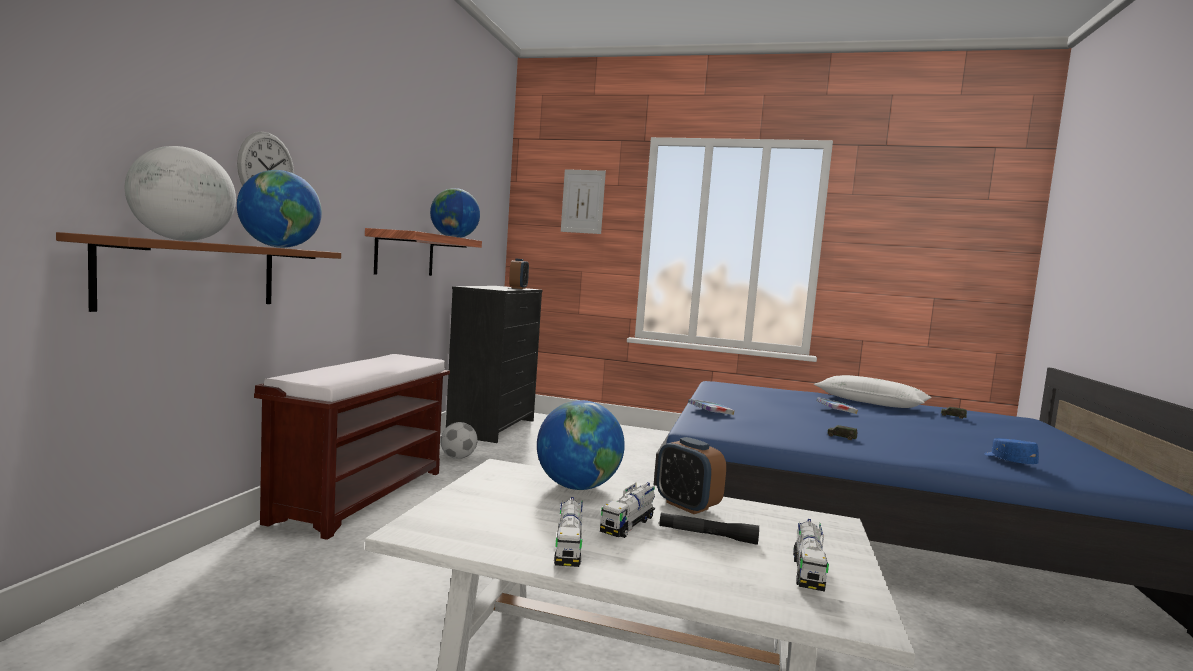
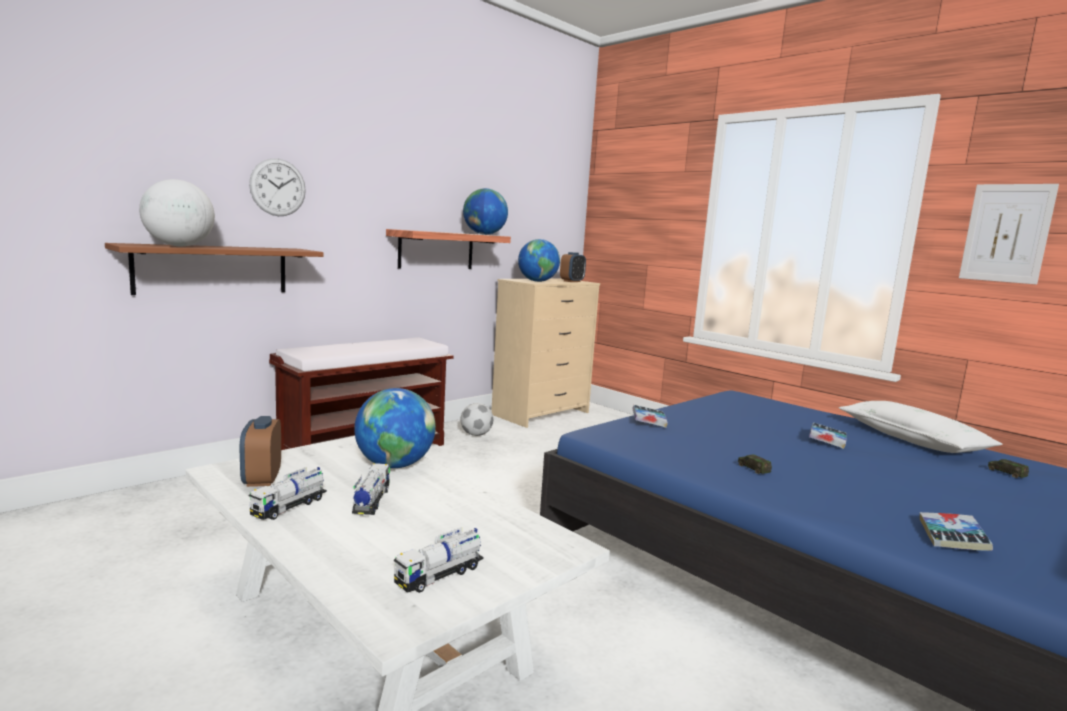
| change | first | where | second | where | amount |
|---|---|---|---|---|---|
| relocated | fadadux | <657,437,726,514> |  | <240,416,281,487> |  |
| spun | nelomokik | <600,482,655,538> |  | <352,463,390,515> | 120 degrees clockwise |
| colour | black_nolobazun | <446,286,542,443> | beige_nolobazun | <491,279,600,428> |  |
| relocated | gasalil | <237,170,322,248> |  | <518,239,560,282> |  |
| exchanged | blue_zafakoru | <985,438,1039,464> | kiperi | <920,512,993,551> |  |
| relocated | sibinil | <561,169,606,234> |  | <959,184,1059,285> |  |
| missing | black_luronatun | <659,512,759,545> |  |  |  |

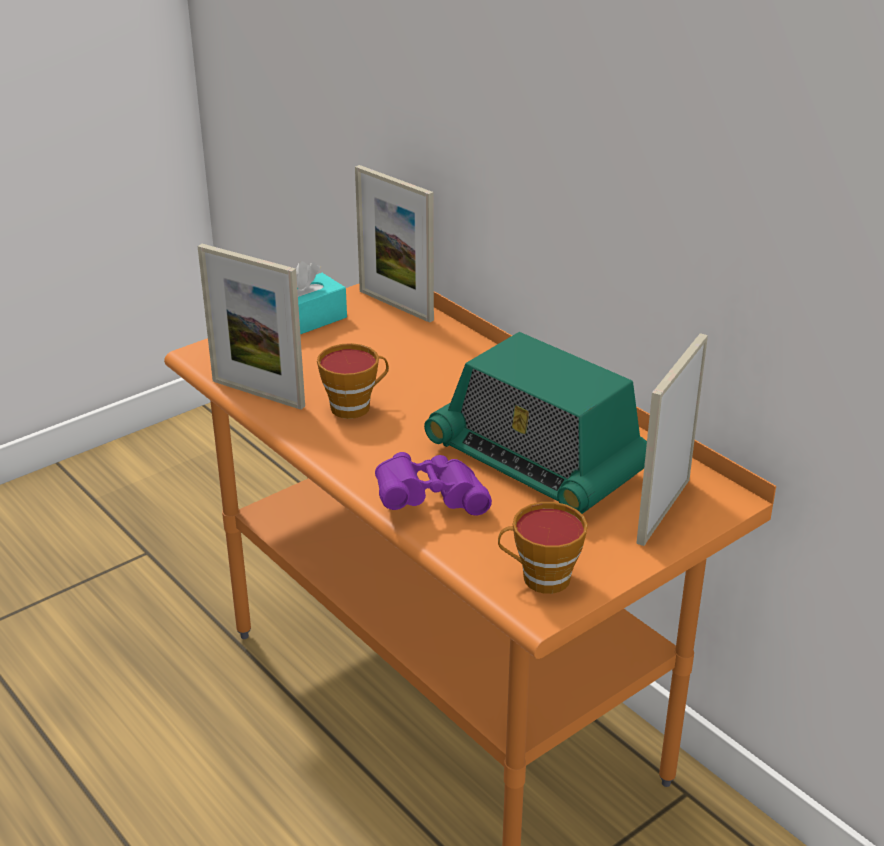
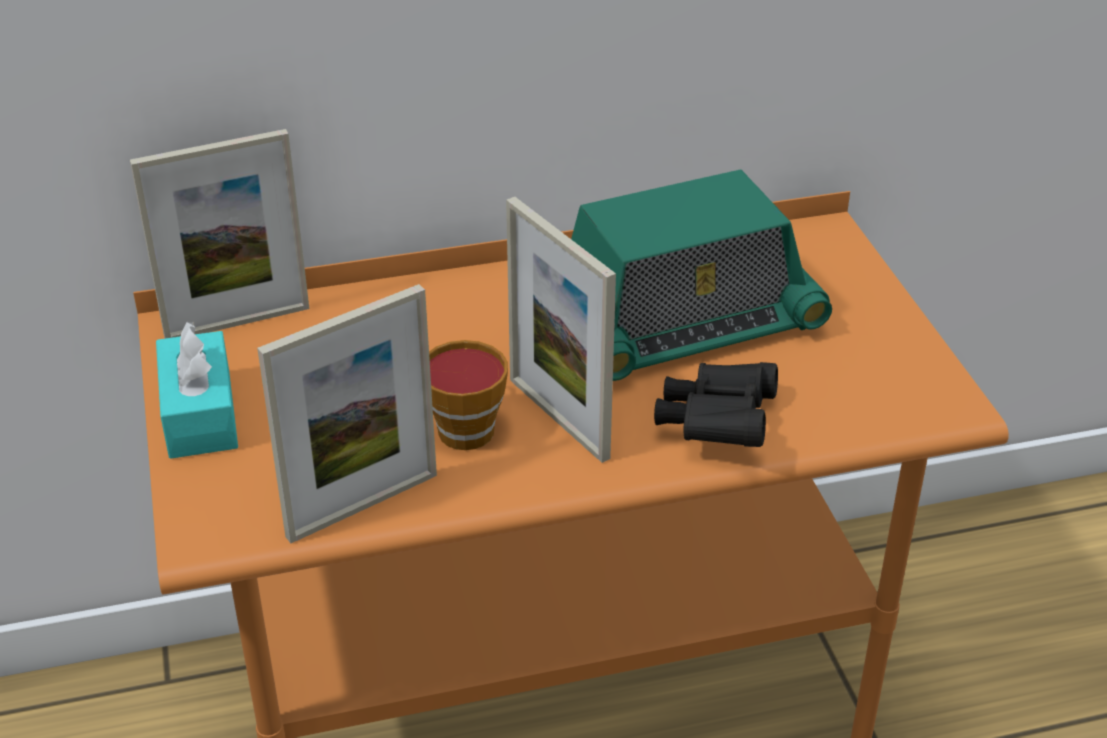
| change | first | where | second | where | amount |
|---|---|---|---|---|---|
| relocated | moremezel | <636,333,708,546> |  | <506,197,616,463> |  |
| colour | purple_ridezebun | <375,452,492,515> | black_ridezebun | <654,362,778,447> |  |
| missing | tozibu | <498,502,588,594> |  |  |  |

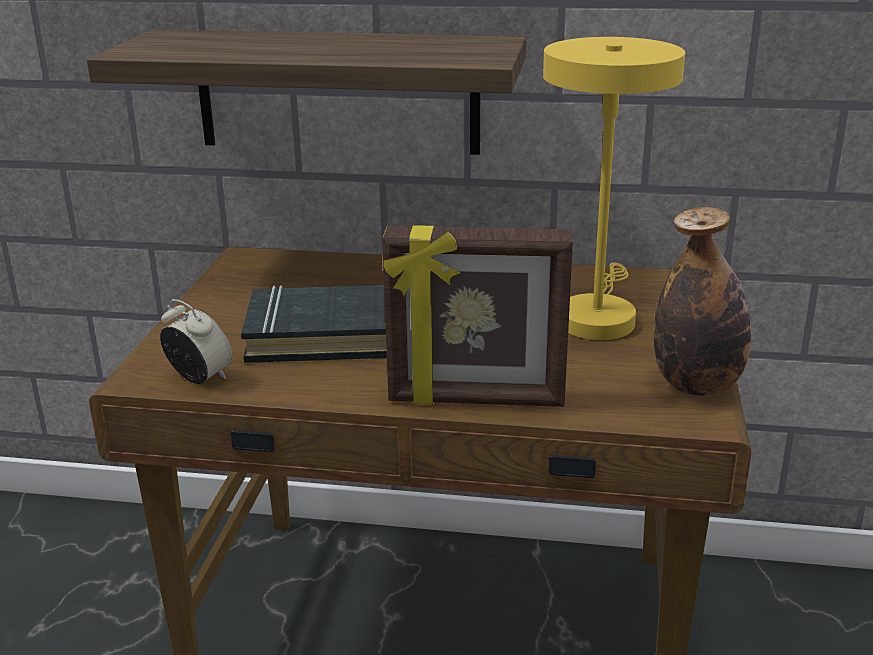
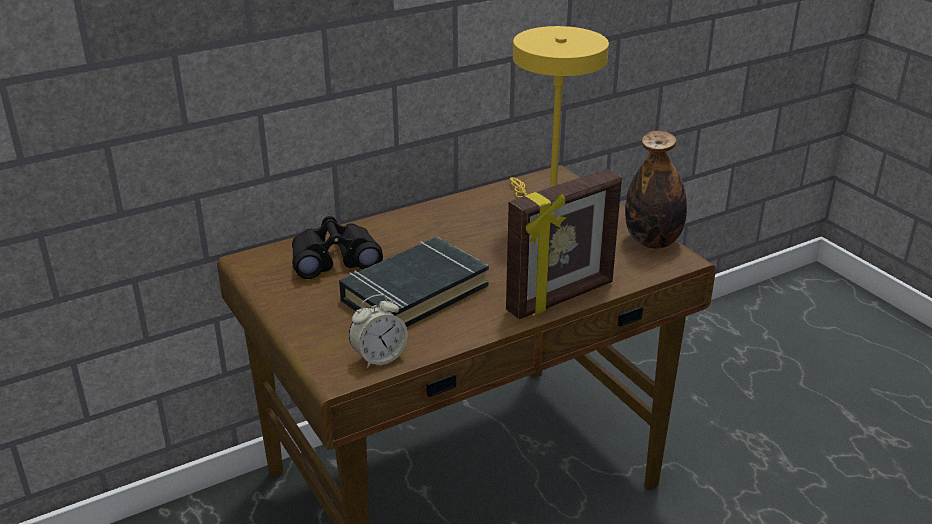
| change | first | where | second | where | amount |
|---|---|---|---|---|---|
| appeared |  |  | black_ridezebun | <292,216,383,279> |  |
| spun | fadadux | <160,299,232,384> |  | <349,294,408,369> | 150 degrees clockwise |
| missing | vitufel | <87,29,527,155> |  |  |  |

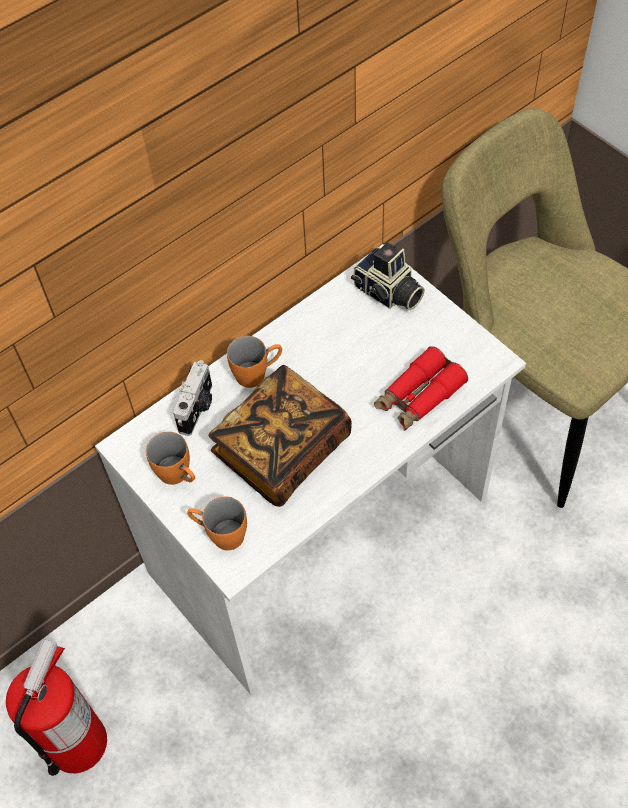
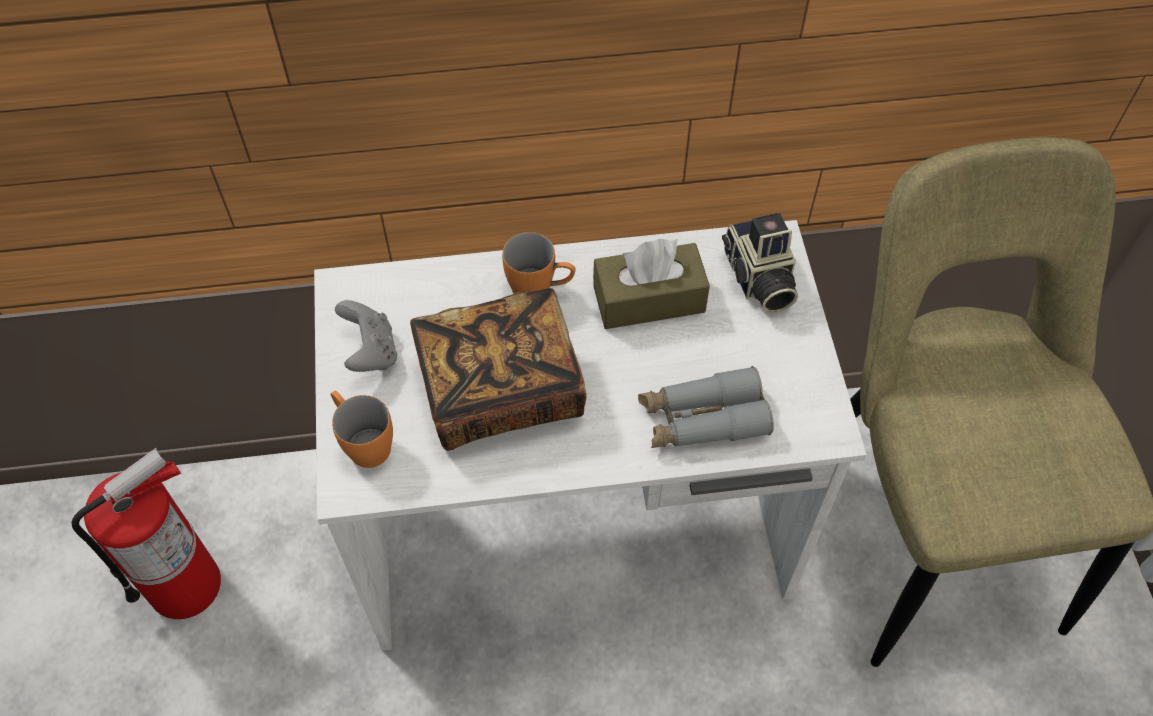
| change | first | where | second | where | amount |
|---|---|---|---|---|---|
| exchanged | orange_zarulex | <146,432,195,485> | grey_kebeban | <335,300,397,372> |  |
| appeared |  |  | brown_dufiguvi | <593,239,710,329> |  |
| colour | red_ridezebun | <374,346,468,431> | grey_ridezebun | <638,366,774,448> |  |
| missing | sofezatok | <173,360,212,436> |  |  |  |

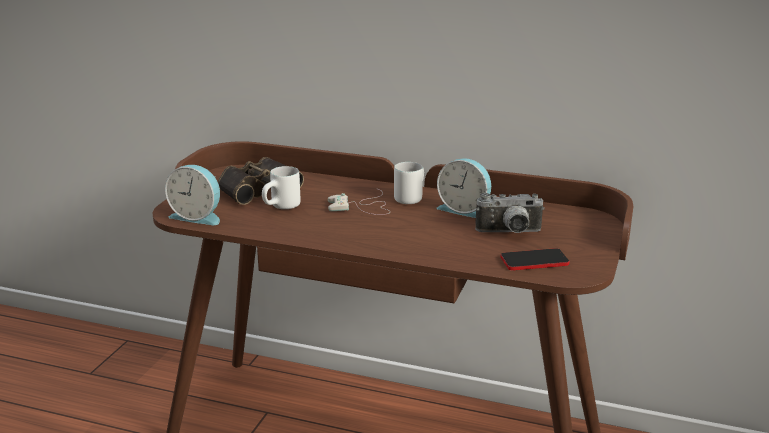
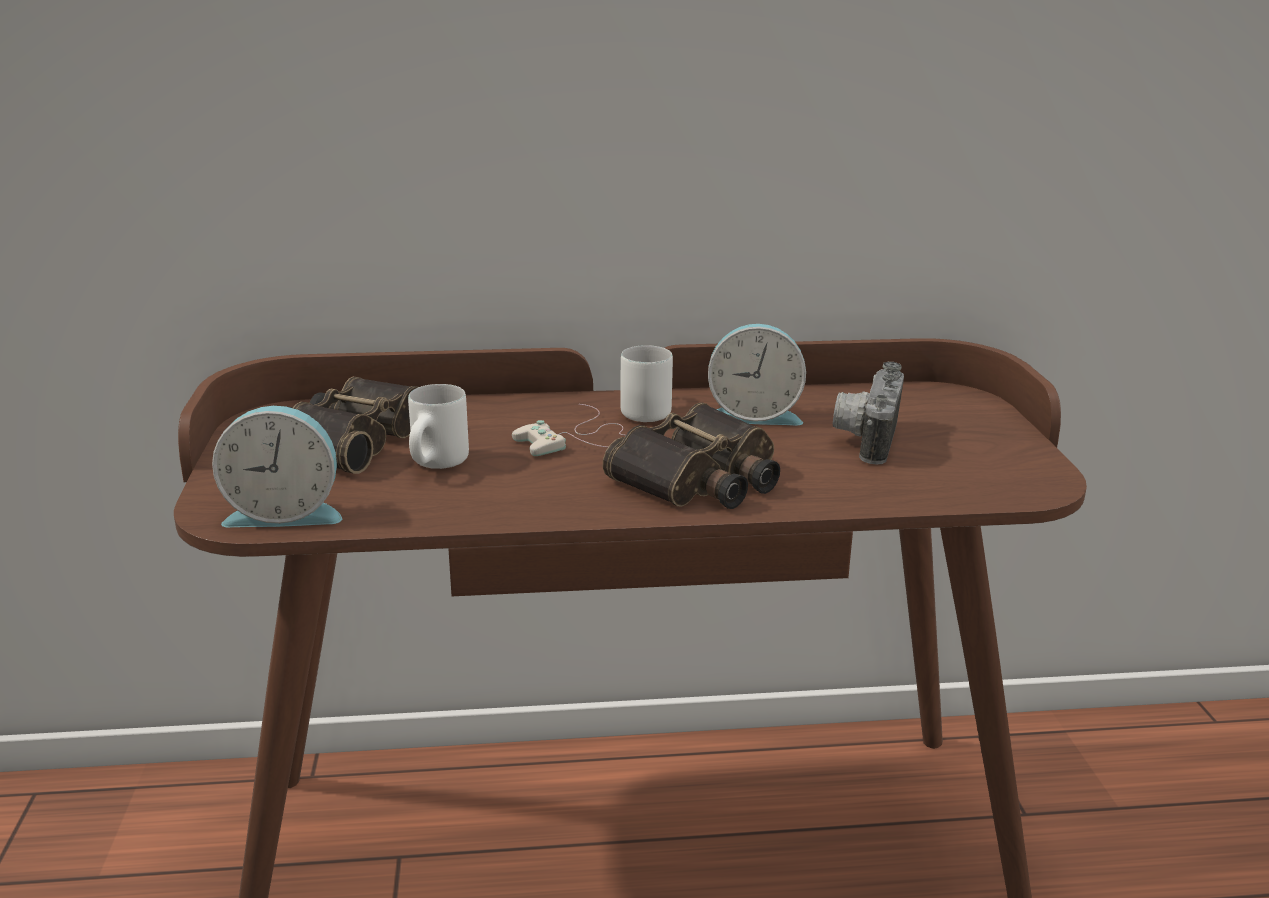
| change | first | where | second | where | amount |
|---|---|---|---|---|---|
| appeared |  |  | ridezebun | <603,402,780,509> |  |
| spun | sofezatok | <475,193,545,233> |  | <833,362,904,464> | 135 degrees clockwise |
| missing | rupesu | <501,248,569,270> |  |  |  |

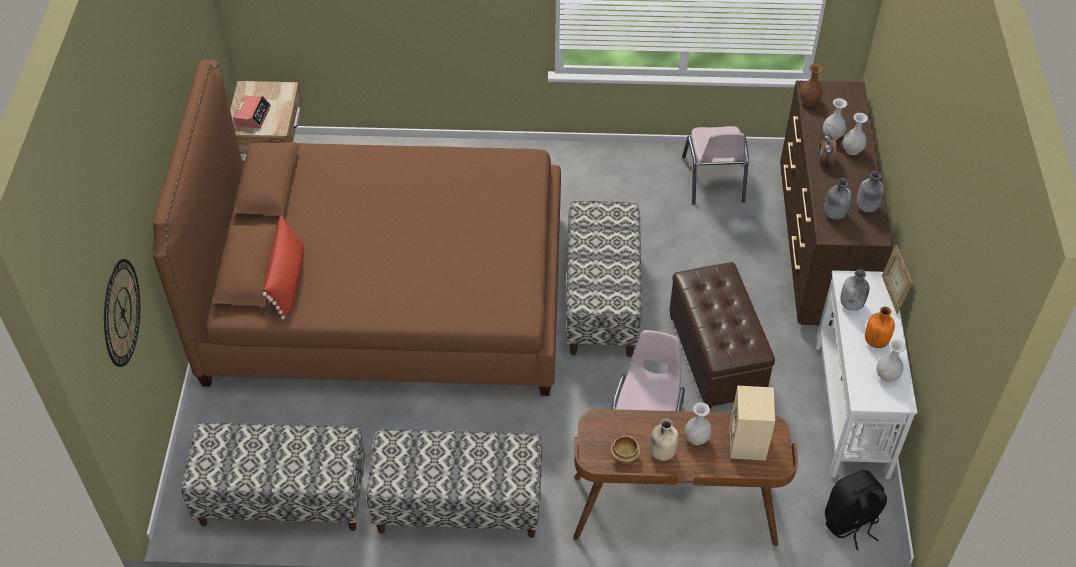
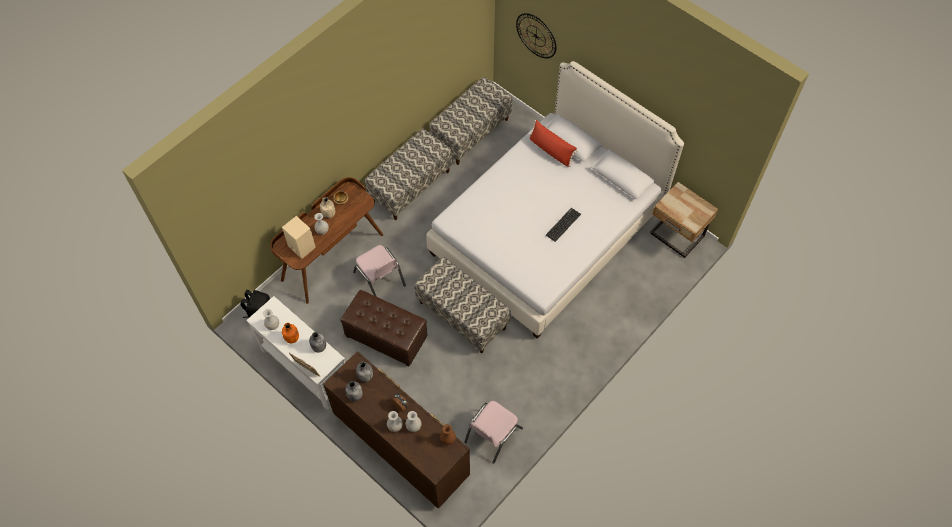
| change | first | where | second | where | amount |
|---|---|---|---|---|---|
| colour | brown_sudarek | <153,59,561,396> | white_sudarek | <426,61,684,338> |  |
| spun | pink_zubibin | <682,126,749,204> |  | <464,401,523,464> | 90 degrees counterclockwise |
| appeared |  |  | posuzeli | <546,208,581,242> |  |
| missing | fadadux | <233,95,271,129> |  |  |  |

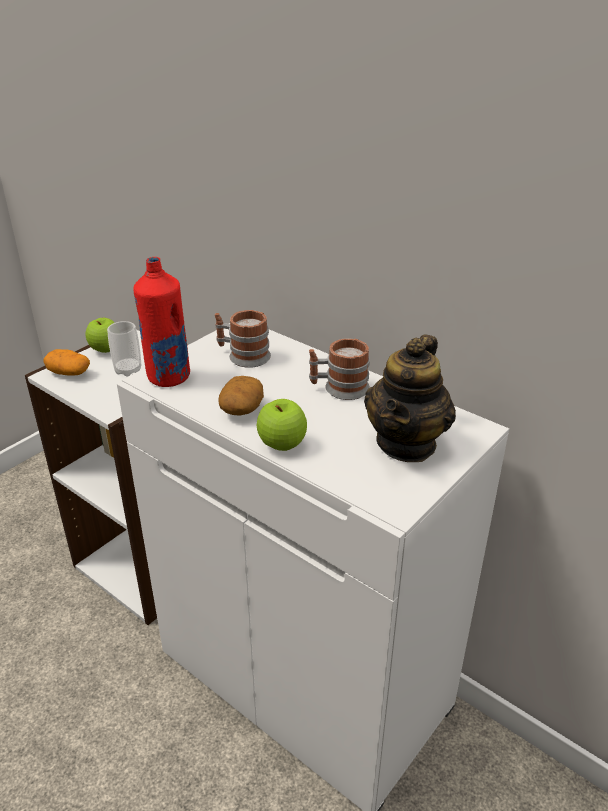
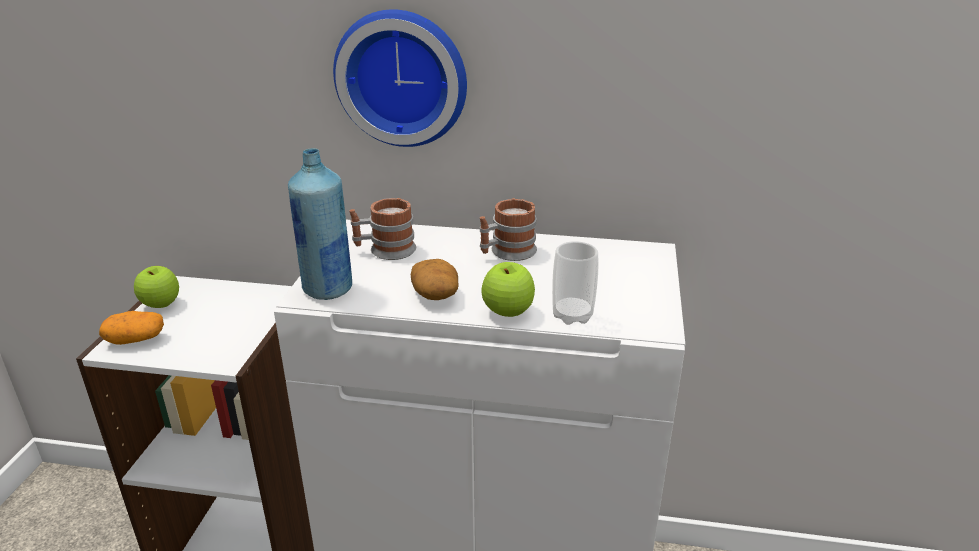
| change | first | where | second | where | amount |
|---|---|---|---|---|---|
| colour | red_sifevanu | <133,257,190,387> | blue_sifevanu | <288,148,352,300> |  |
| appeared |  |  | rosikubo | <333,9,467,147> |  |
| relocated | tozibu | <107,321,141,377> |  | <552,241,599,325> |  |
| missing | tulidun | <364,334,456,462> |  |  |  |

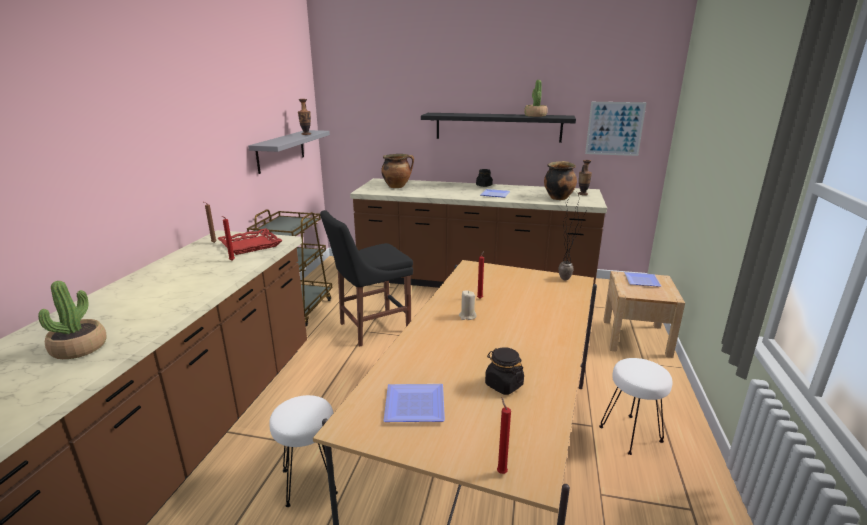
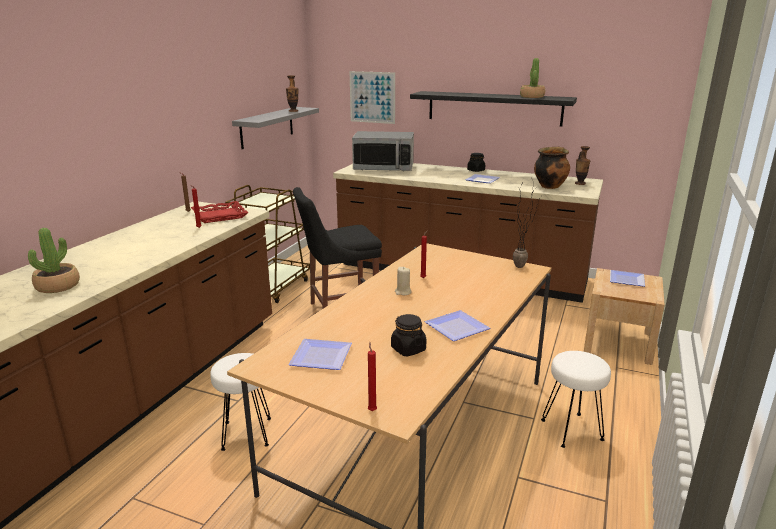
| change | first | where | second | where | amount |
|---|---|---|---|---|---|
| relocated | sibinil | <585,102,647,156> |  | <350,71,395,124> |  |
| exchanged | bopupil | <381,154,414,188> | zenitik | <352,131,414,171> |  |
| appeared |  |  | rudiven | <425,310,490,341> |  |

